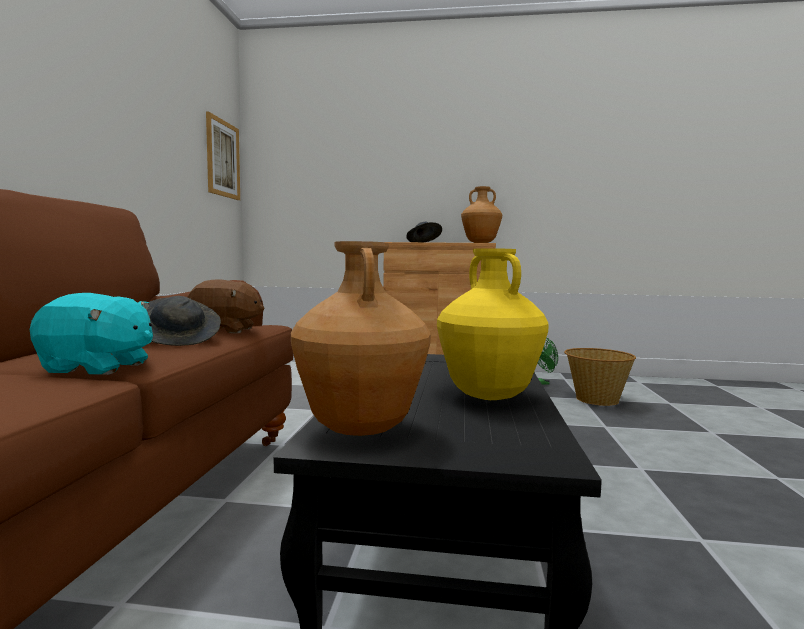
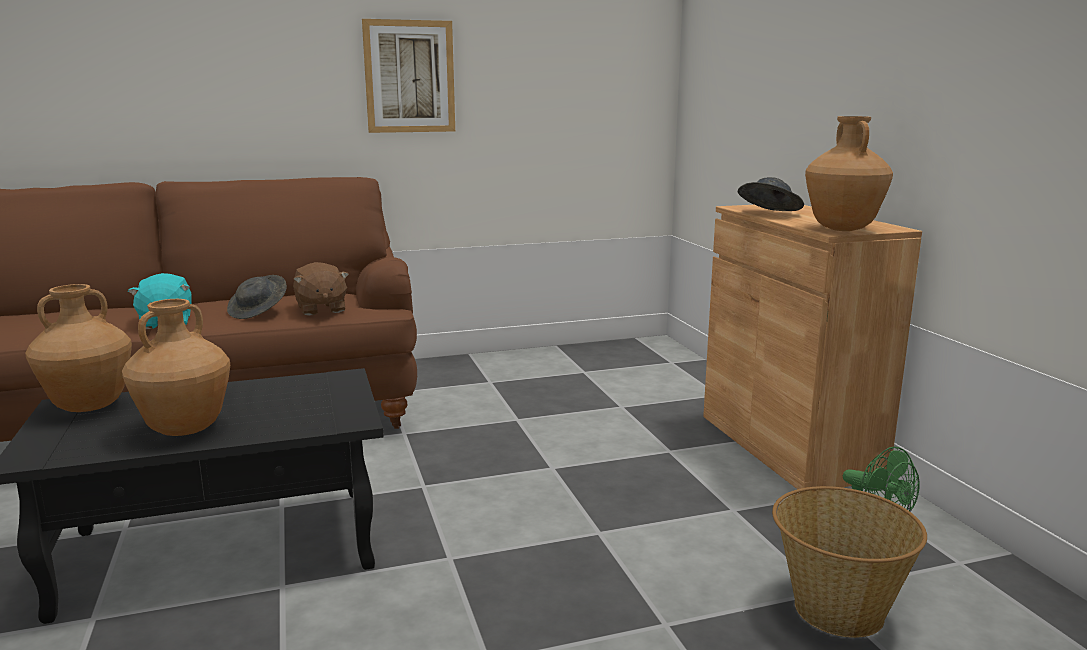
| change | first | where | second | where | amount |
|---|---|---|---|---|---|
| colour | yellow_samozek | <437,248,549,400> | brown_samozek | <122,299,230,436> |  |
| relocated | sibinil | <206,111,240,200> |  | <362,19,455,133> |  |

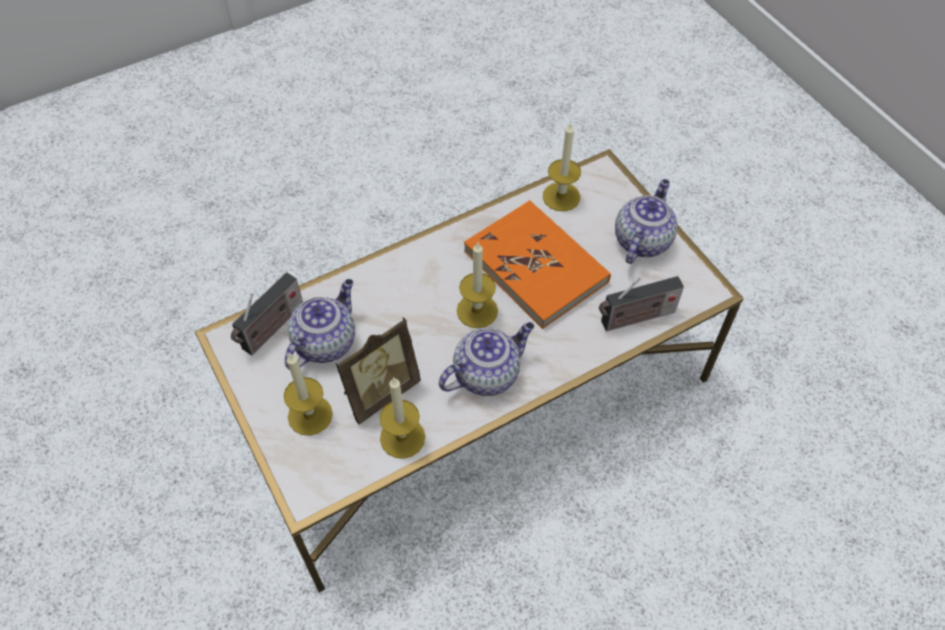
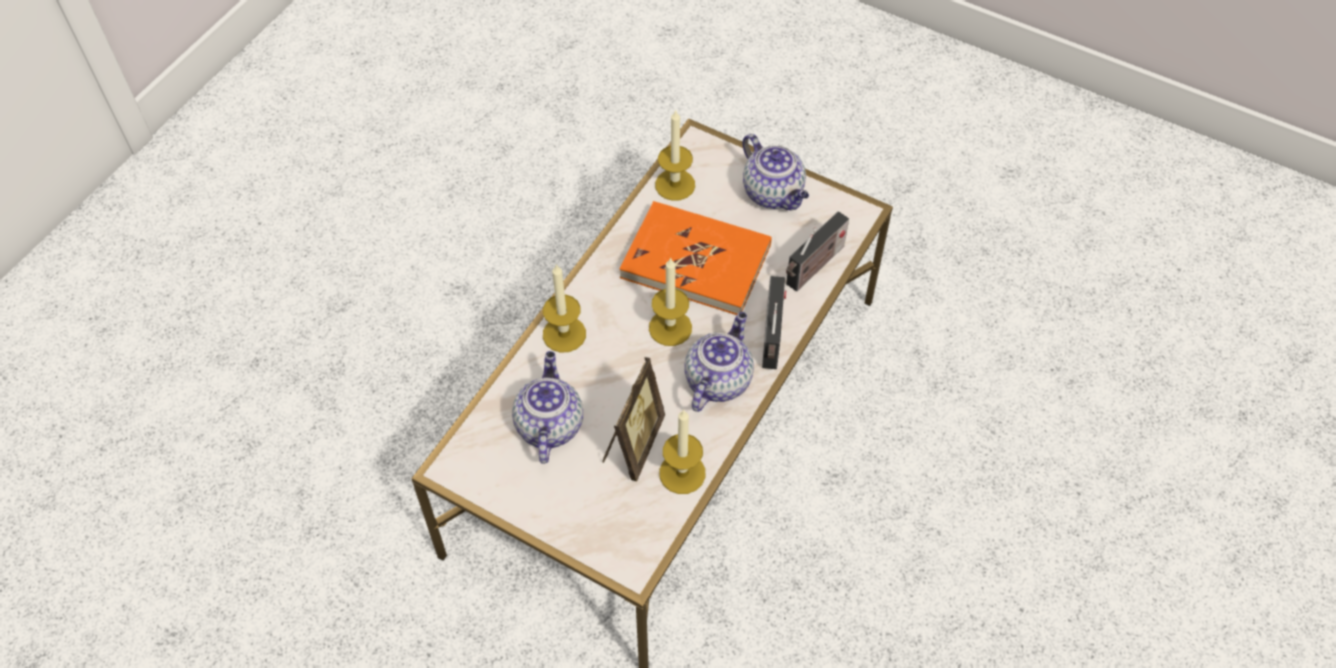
| change | first | where | second | where | amount |
|---|---|---|---|---|---|
| relocated | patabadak | <284,354,333,436> |  | <543,264,586,352> |  |
| spun | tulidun | <615,179,678,264> |  | <743,134,809,210> | 150 degrees clockwise |
| relocated | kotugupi | <231,272,303,356> |  | <762,276,786,369> |  |

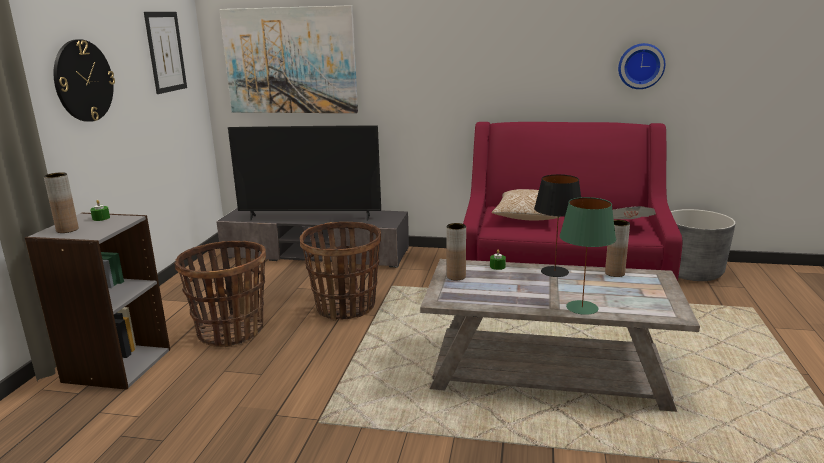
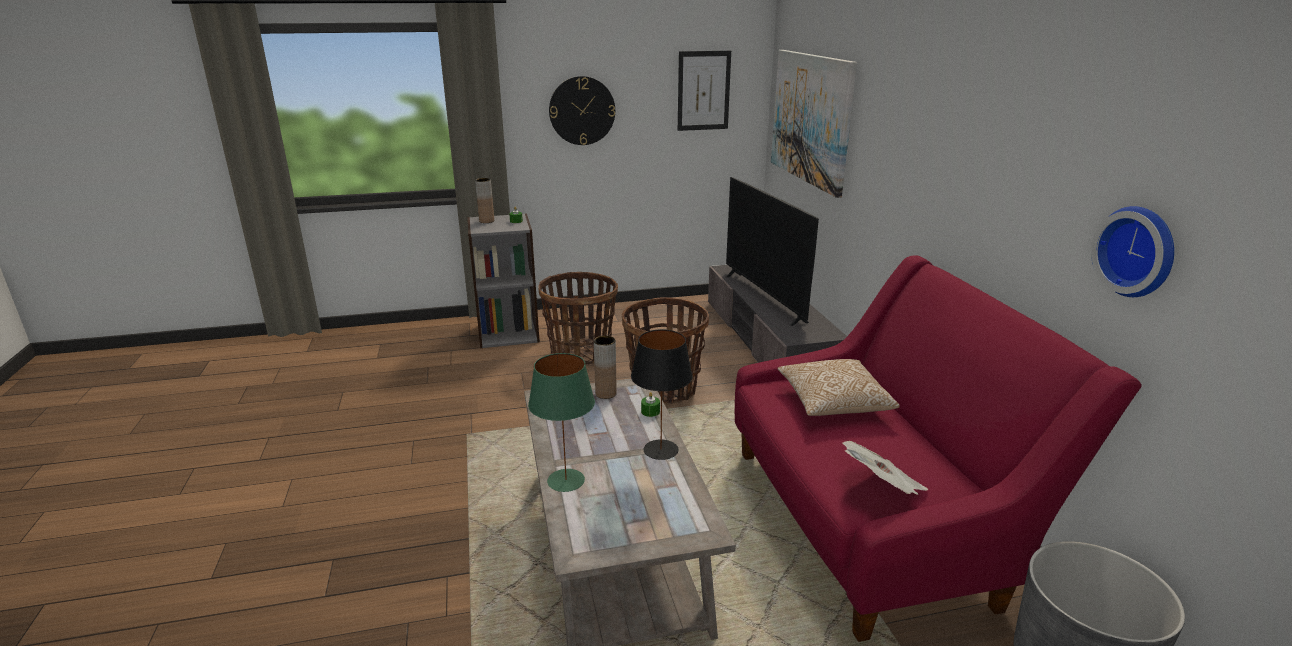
| change | first | where | second | where | amount |
|---|---|---|---|---|---|
| missing | brown_samozek | <605,220,630,277> |  |  |  |

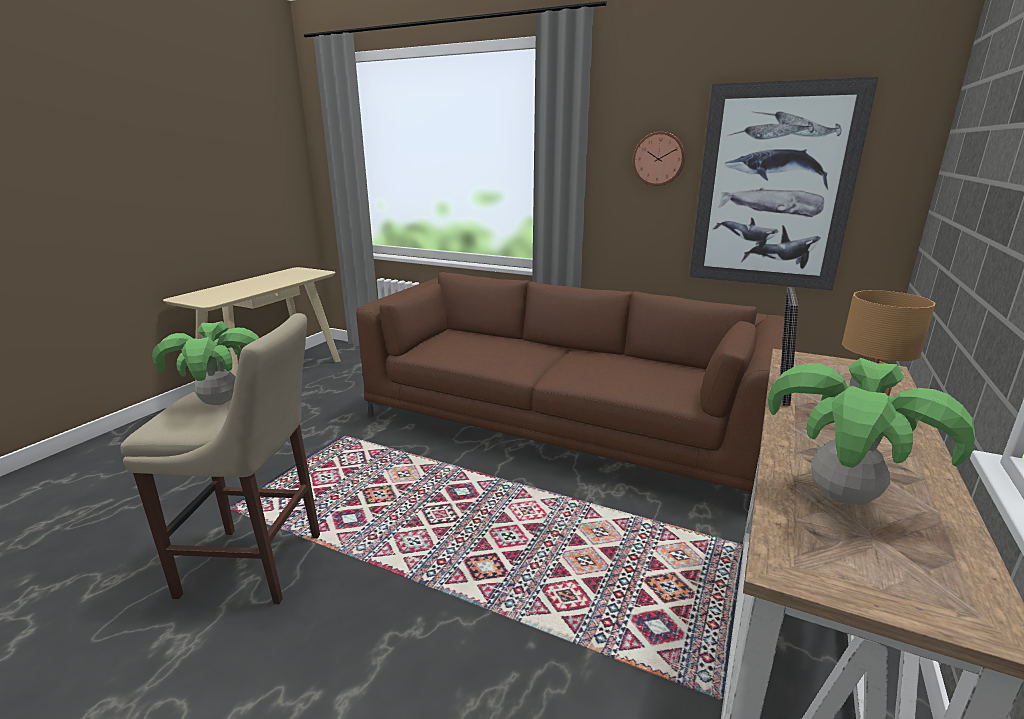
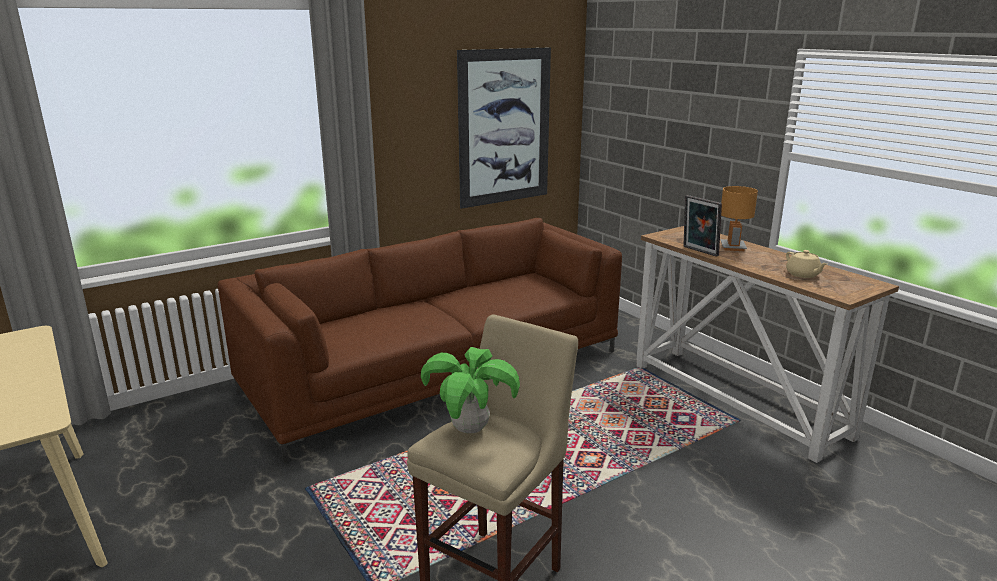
| change | first | where | second | where | amount |
|---|---|---|---|---|---|
| exchanged | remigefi | <768,358,975,505> | beige_tulidun | <786,250,827,278> |  |
| missing | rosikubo | <633,132,685,186> |  |  |  |

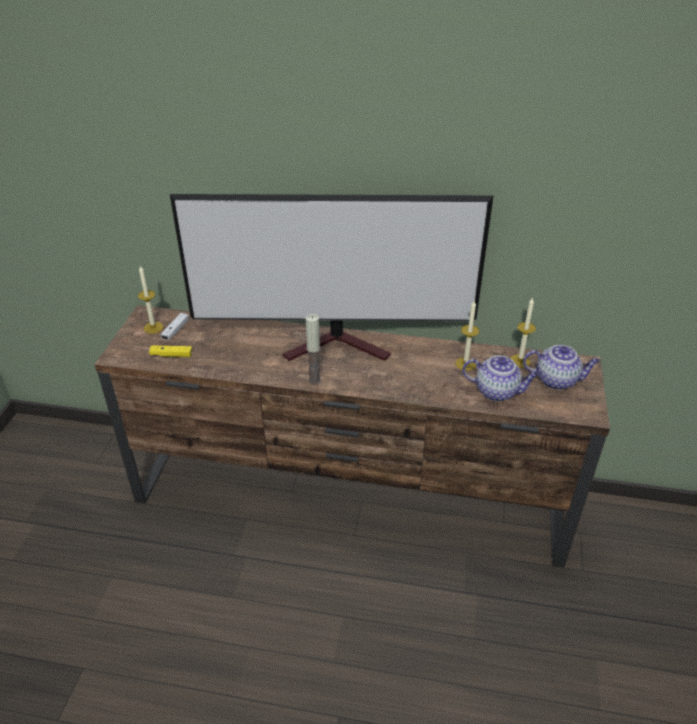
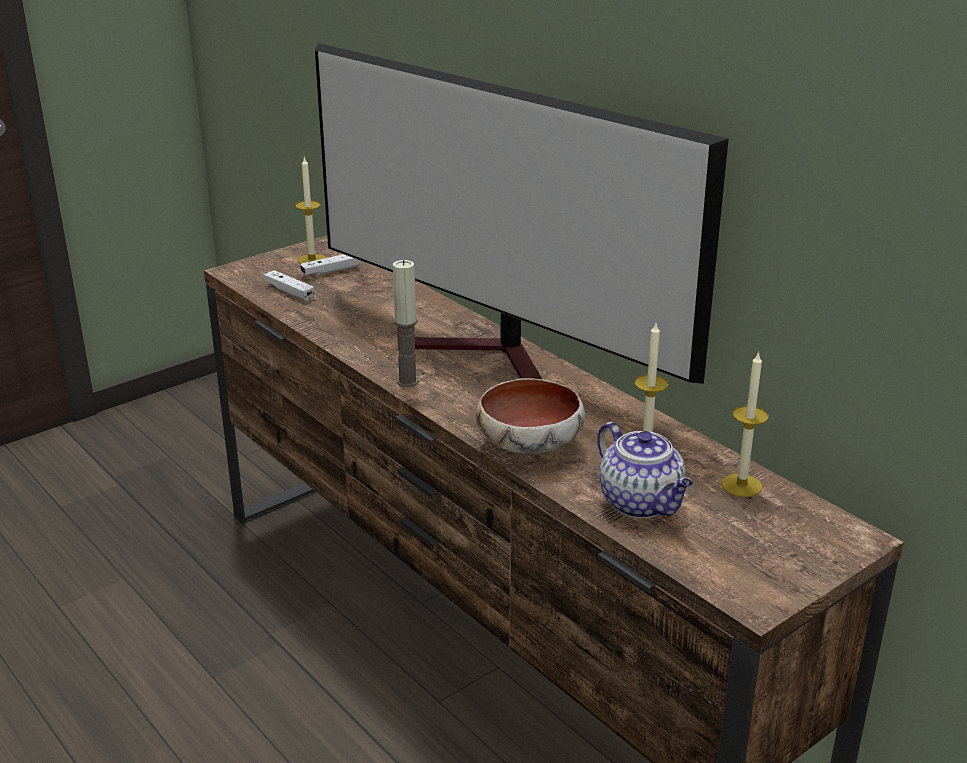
| change | first | where | second | where | amount |
|---|---|---|---|---|---|
| colour | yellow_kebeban | <149,346,192,357> | white_kebeban | <264,270,315,301> |  |
| appeared |  |  | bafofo | <476,378,585,454> |  |
| missing | tulidun | <523,345,600,390> |  |  |  |

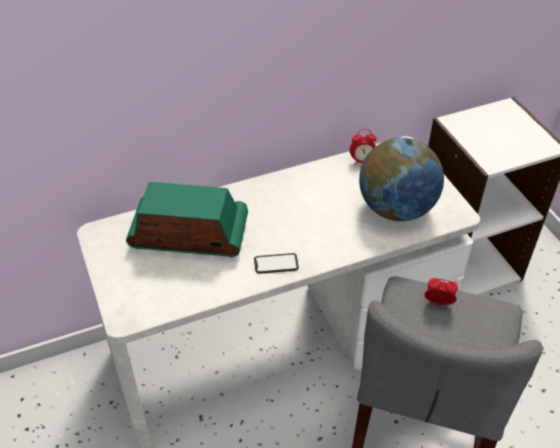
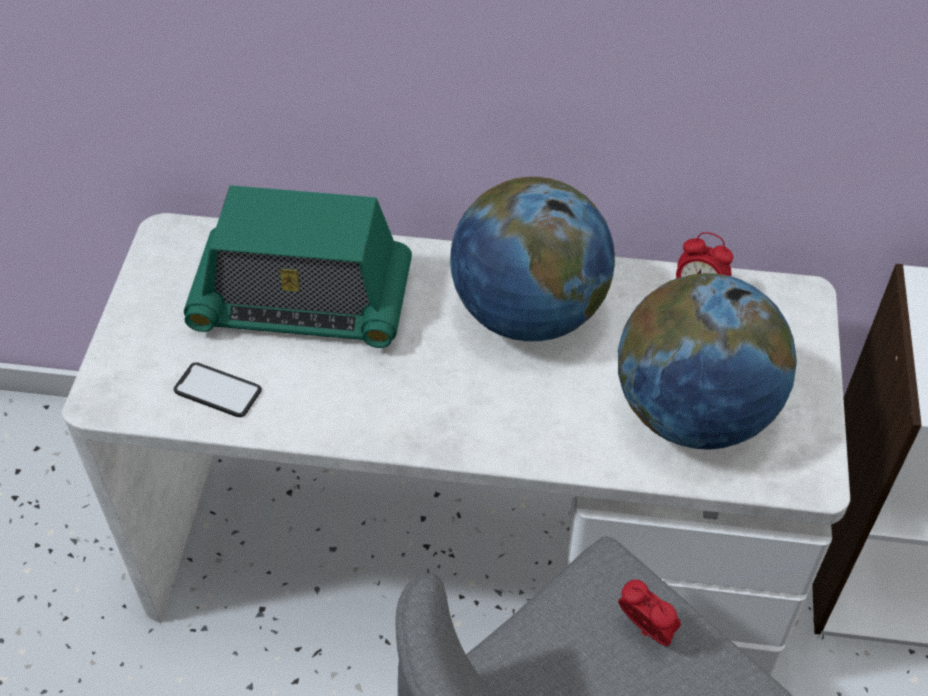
| change | first | where | second | where | amount |
|---|---|---|---|---|---|
| relocated | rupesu | <254,253,299,274> |  | <173,362,262,417> |  |
| spun | kotugupi | <126,182,248,257> |  | <184,185,412,348> | 150 degrees clockwise |
| appeared |  |  | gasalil | <450,177,615,341> |  |

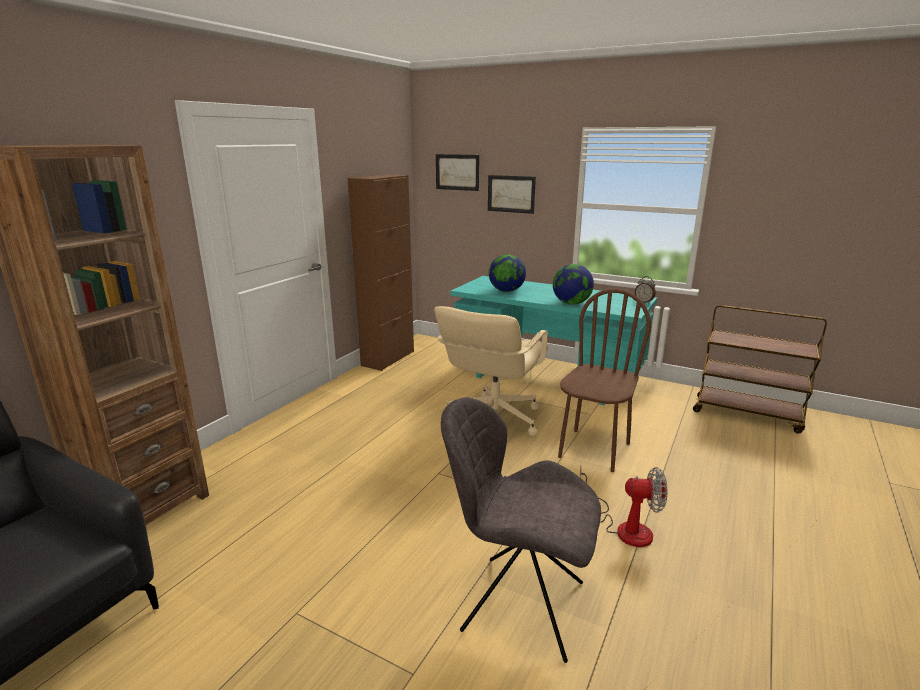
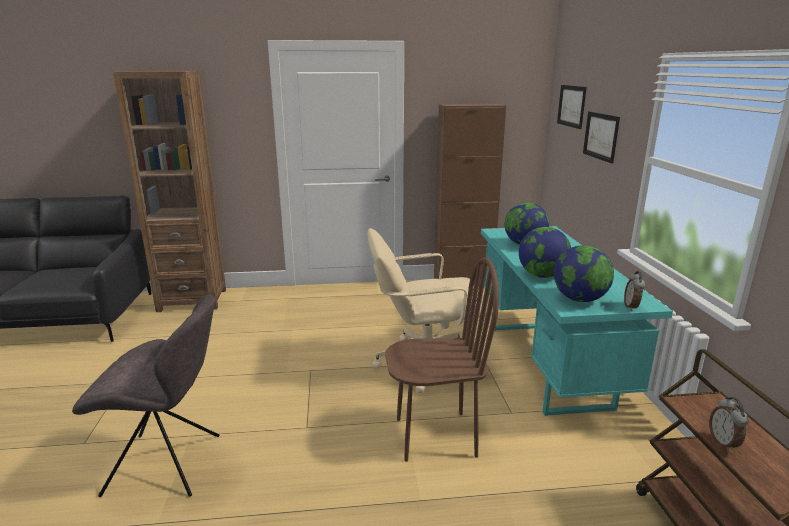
| change | first | where | second | where | amount |
|---|---|---|---|---|---|
| spun | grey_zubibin | <441,397,601,663> |  | <72,294,220,497> | 105 degrees clockwise |
| appeared |  |  | gasalil | <554,245,614,302> |  |
| appeared |  |  | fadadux | <709,397,749,451> |  |
| missing | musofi | <580,467,667,547> |  |  |  |

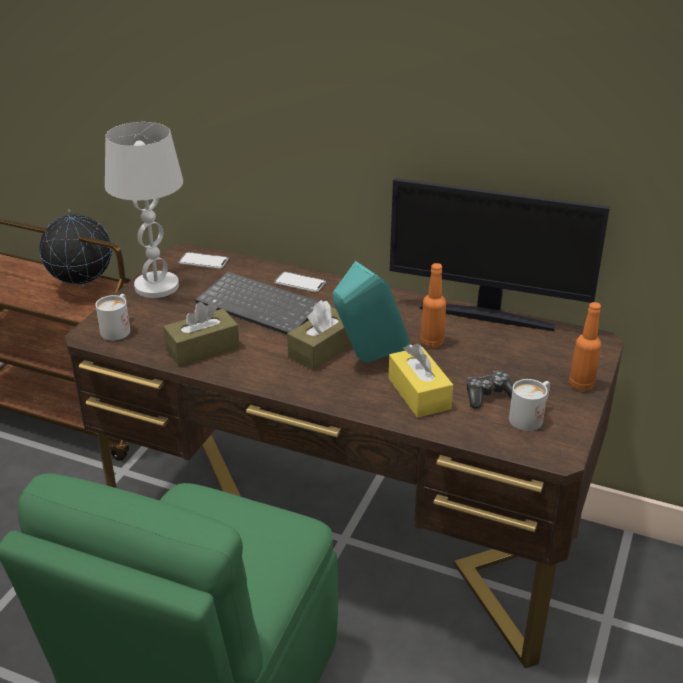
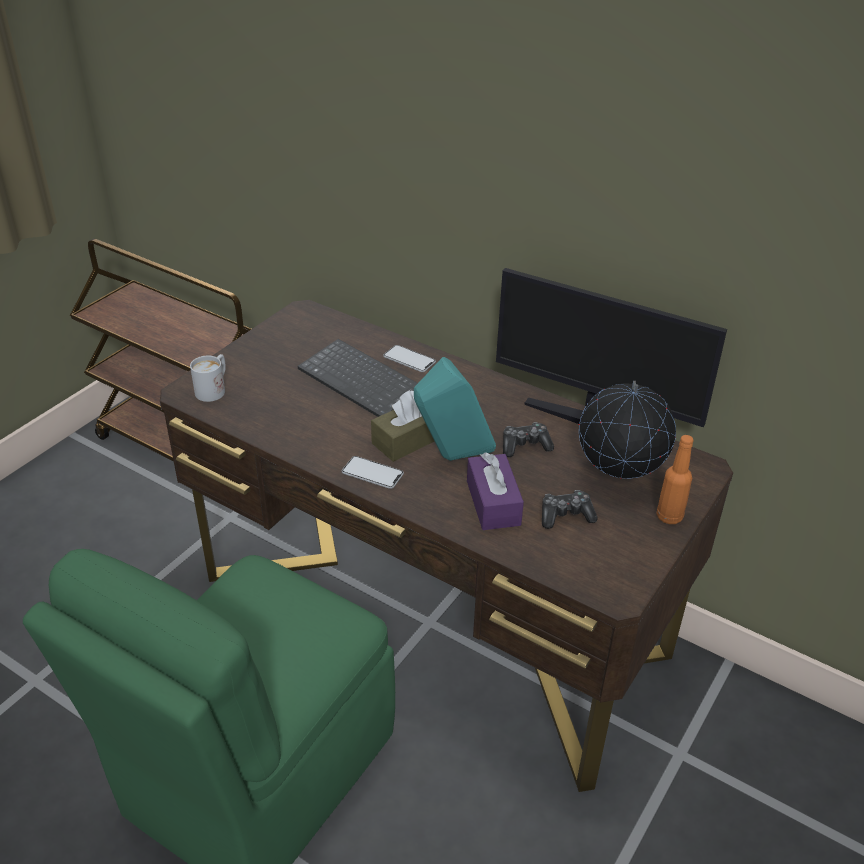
| change | first | where | second | where | amount |
|---|---|---|---|---|---|
| relocated | rupesu | <179,252,229,269> |  | <342,456,404,489> |  |
| colour | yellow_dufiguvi | <389,344,453,418> | purple_dufiguvi | <467,452,524,530> |  |
| exchanged | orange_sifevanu | <421,263,446,348> | kebeban | <503,422,554,457> |  |
| relocated | gasalil | <40,209,112,288> |  | <579,381,676,478> |  |
| missing | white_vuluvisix | <105,122,183,298> |  |  |  |
| missing | brown_dufiguvi | <163,302,240,367> |  |  |  |
| missing | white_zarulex | <509,379,550,431> |  |  |  |

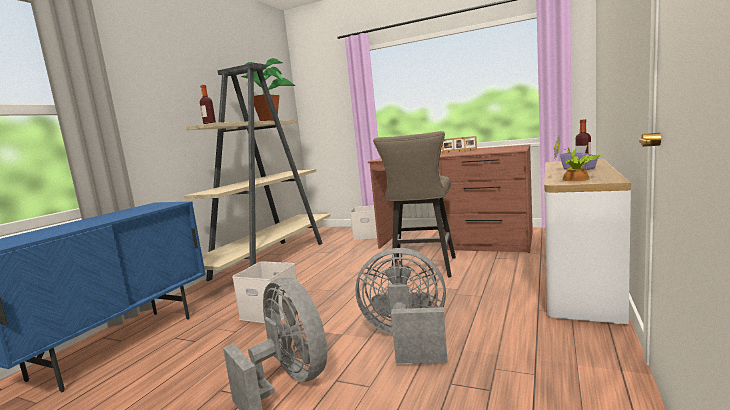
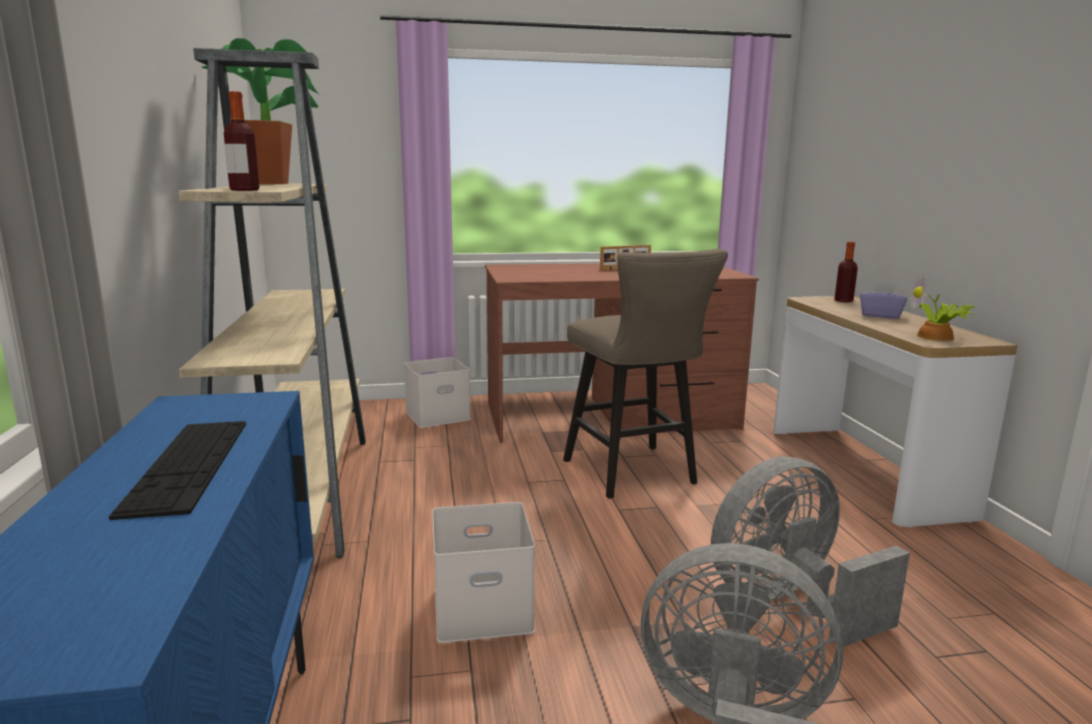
| change | first | where | second | where | amount |
|---|---|---|---|---|---|
| appeared |  |  | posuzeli | <109,421,246,520> |  |

